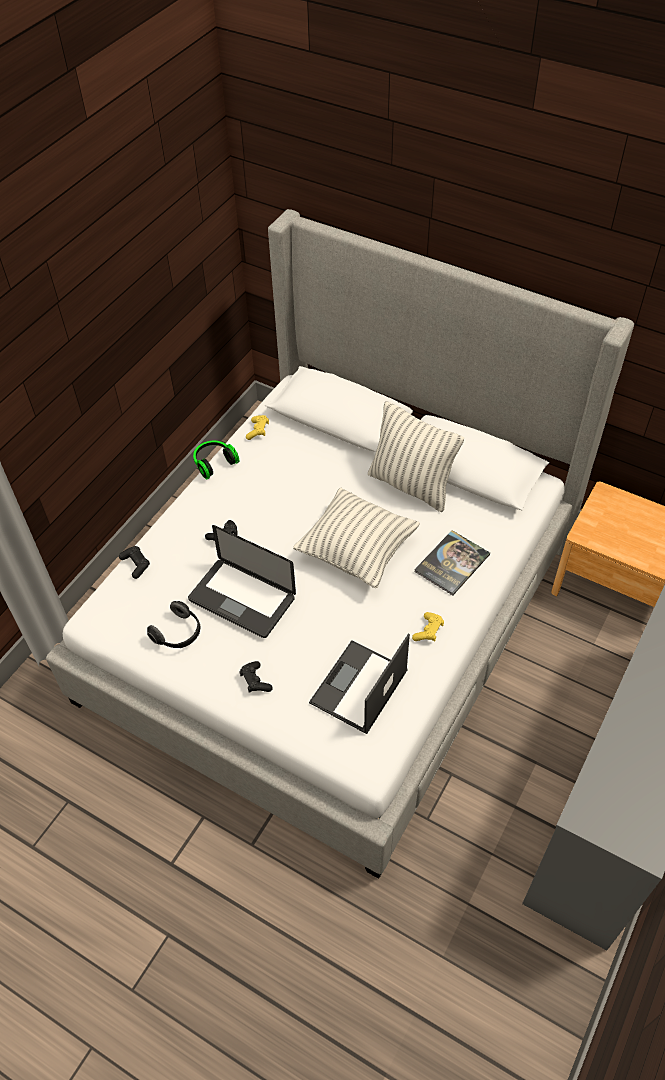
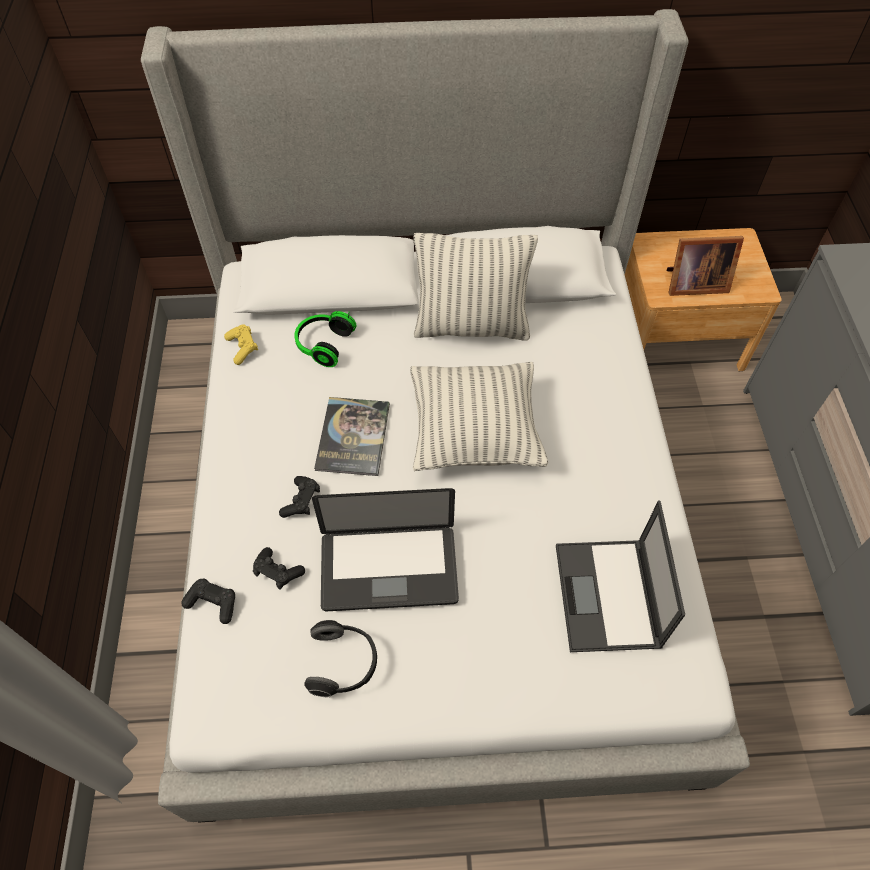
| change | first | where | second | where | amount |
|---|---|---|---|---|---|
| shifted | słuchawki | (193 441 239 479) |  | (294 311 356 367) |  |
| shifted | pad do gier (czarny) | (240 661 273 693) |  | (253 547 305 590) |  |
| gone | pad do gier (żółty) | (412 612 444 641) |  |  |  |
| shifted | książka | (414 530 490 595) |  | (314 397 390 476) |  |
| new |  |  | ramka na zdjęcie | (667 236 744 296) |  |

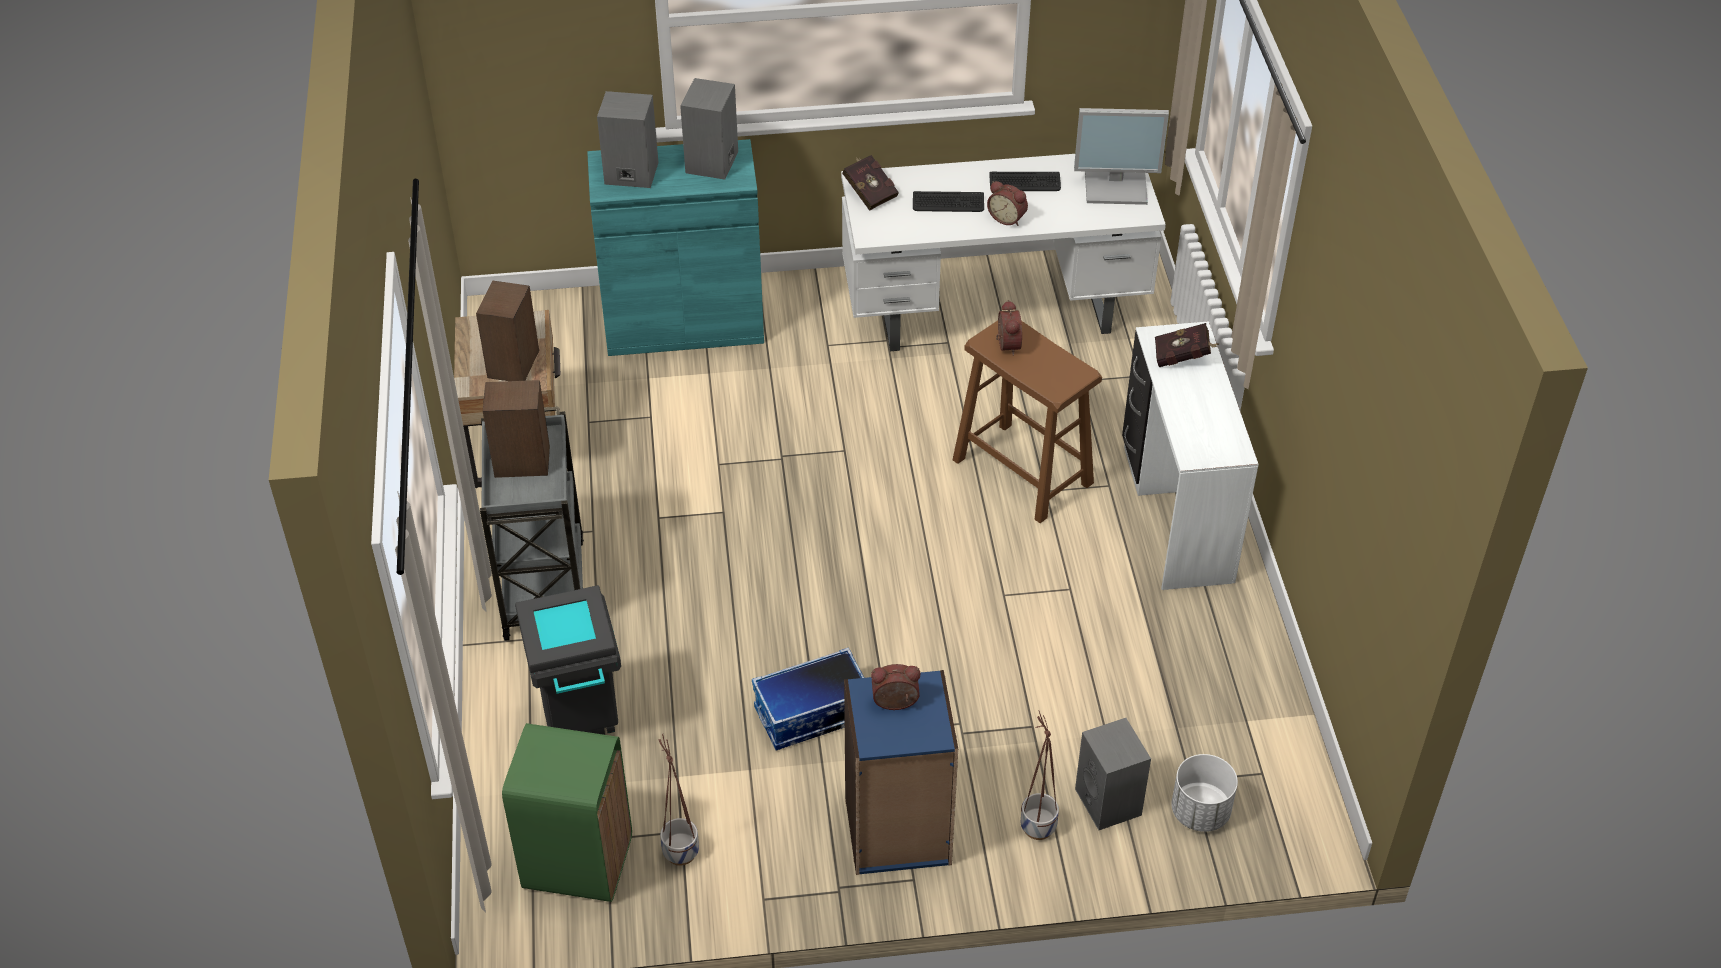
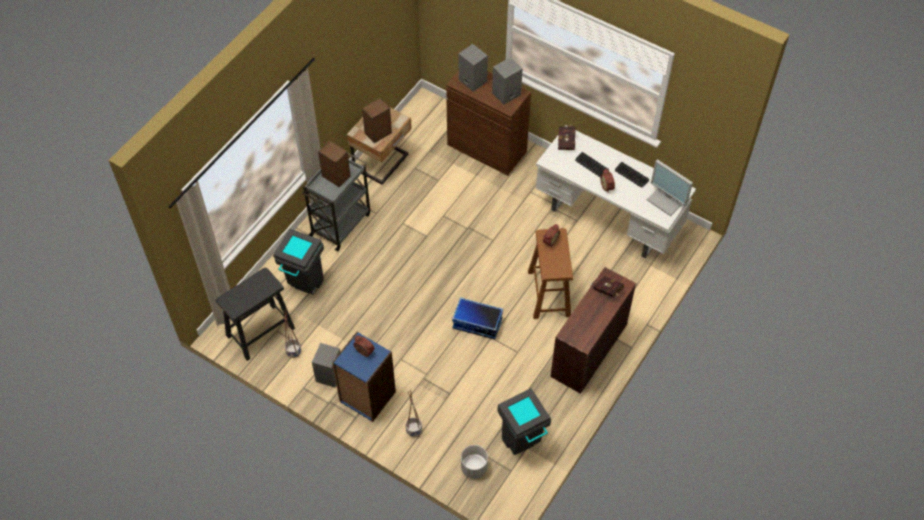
| change | first | where | second | where | amount |
|---|---|---|---|---|---|
| swapped | kosz na śmieci (zielony) | (502 723 632 902) | stołek (czarny) | (216 268 295 361) |  |
| repainted | szafka (turkusowy) | (587 139 764 356) | szafka (brązowy) | (446 71 531 176) |  |
| shifted | pojemnik do przechowywania | (752 647 864 751) |  | (452 297 503 340) |  |
| shifted | głośnik (szary) | (1075 718 1151 830) |  | (312 343 340 387) |  |
| repainted | biurko (biały) | (1122 321 1259 590) | biurko (brązowy) | (550 267 636 394) |  |
| new |  |  | kosz na śmieci (szary) | (497 388 551 455) |  |

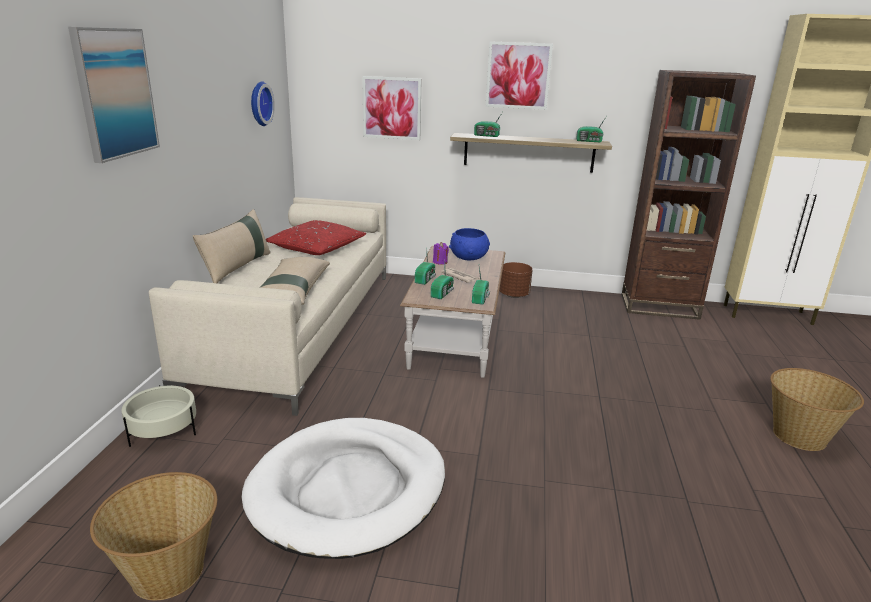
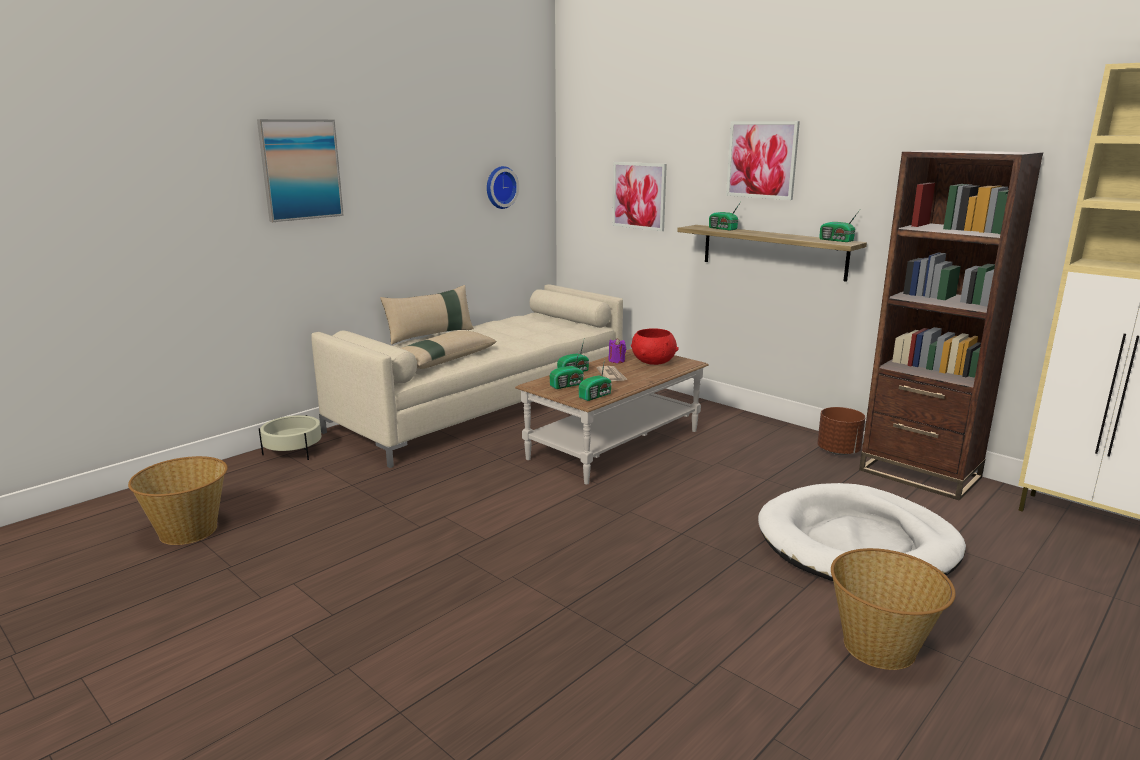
| change | first | where | second | where | amount |
|---|---|---|---|---|---|
| shifted | legowisko (biały) | (241 418 445 559) |  | (758 483 966 581) |  |
| gone | poduszka (czerwony) | (266 220 366 255) |  |  |  |
| repainted | miska (niebieski) | (449 228 490 260) | miska (czerwony) | (631 328 679 365) |  |
| shifted | donica (brązowy) | (499 262 533 298) |  | (817 407 866 455) |  |

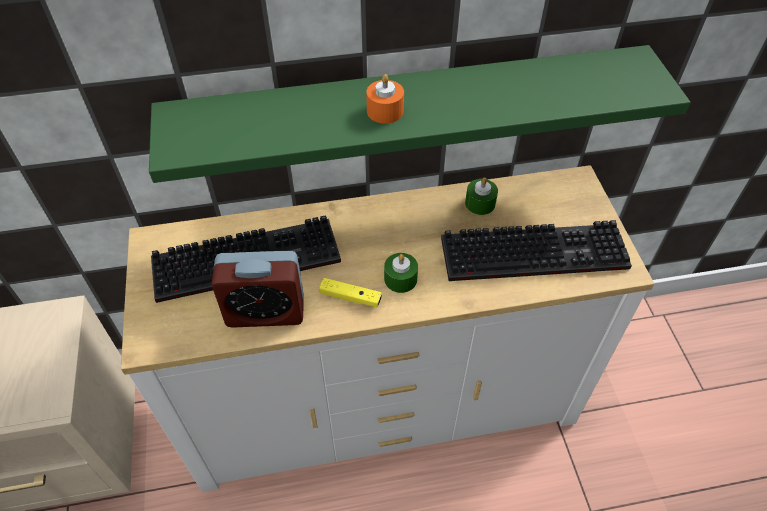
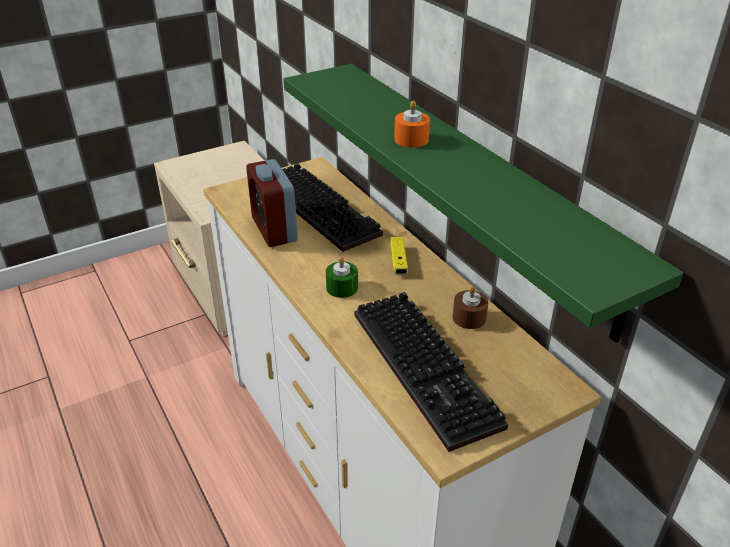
| change | first | where | second | where | amount |
|---|---|---|---|---|---|
| shifted | pad do gier (żółty) | (319 278 382 307) |  | (391 237 408 275) |  |
| repainted | świeca (zielony) | (465 177 498 215) | świeca (brązowy) | (452 286 488 329) |  |

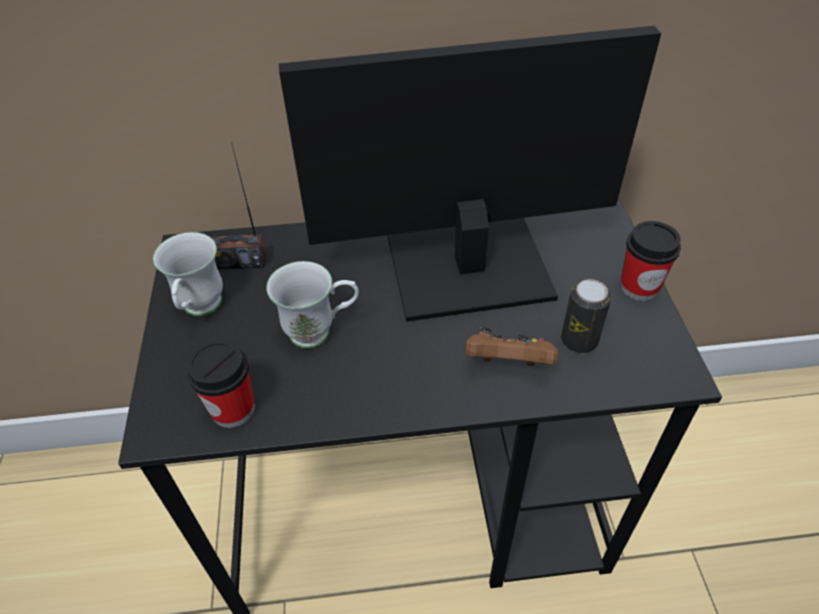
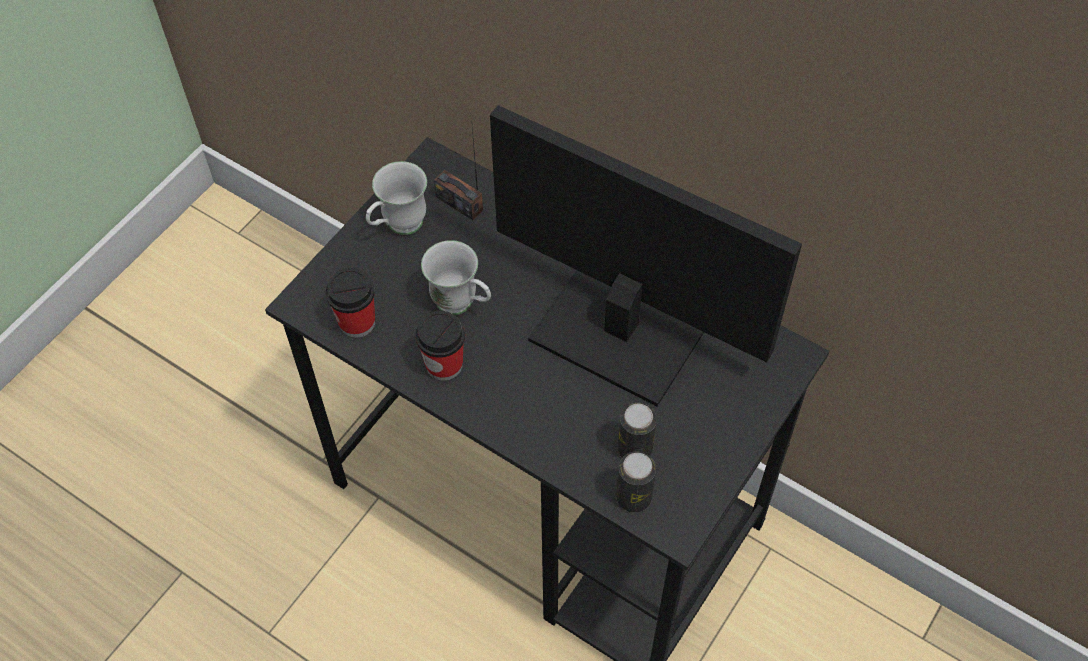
| change | first | where | second | where | amount |
|---|---|---|---|---|---|
| gone | pad do gier (brązowy) | (465 327 558 366) |  |  |  |
| shifted | filiżanka | (620 221 681 301) |  | (415 311 465 381) |  |
| new |  |  | puszka | (616 452 656 513) |  |

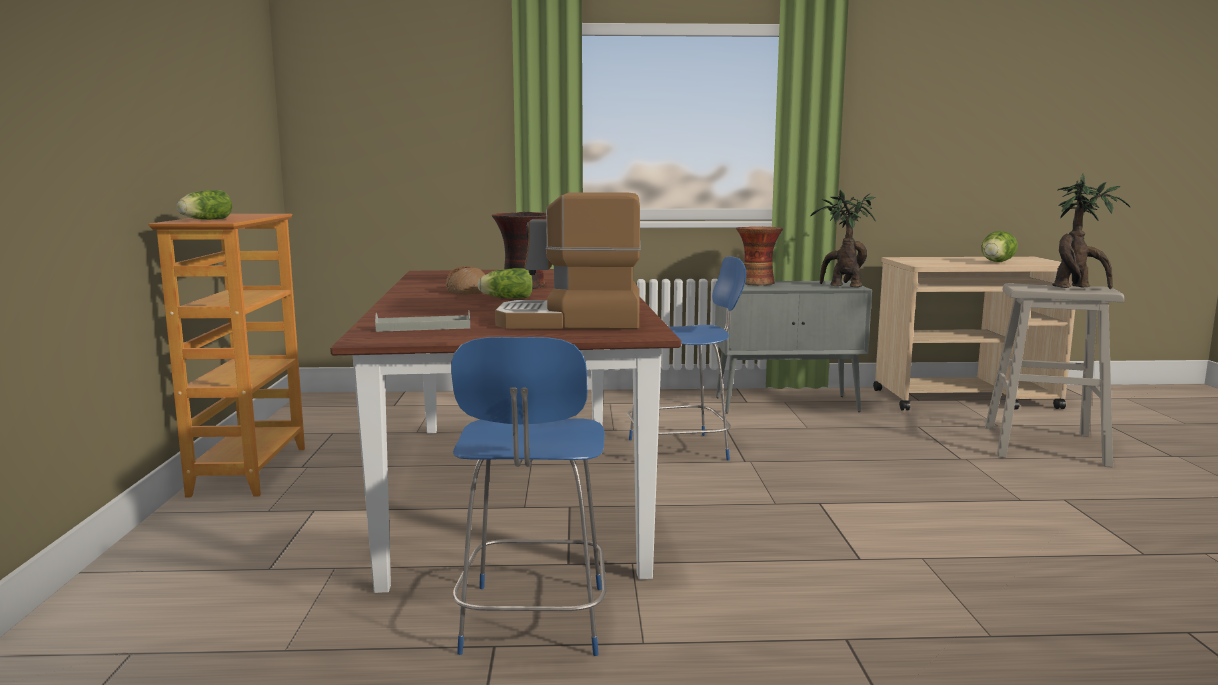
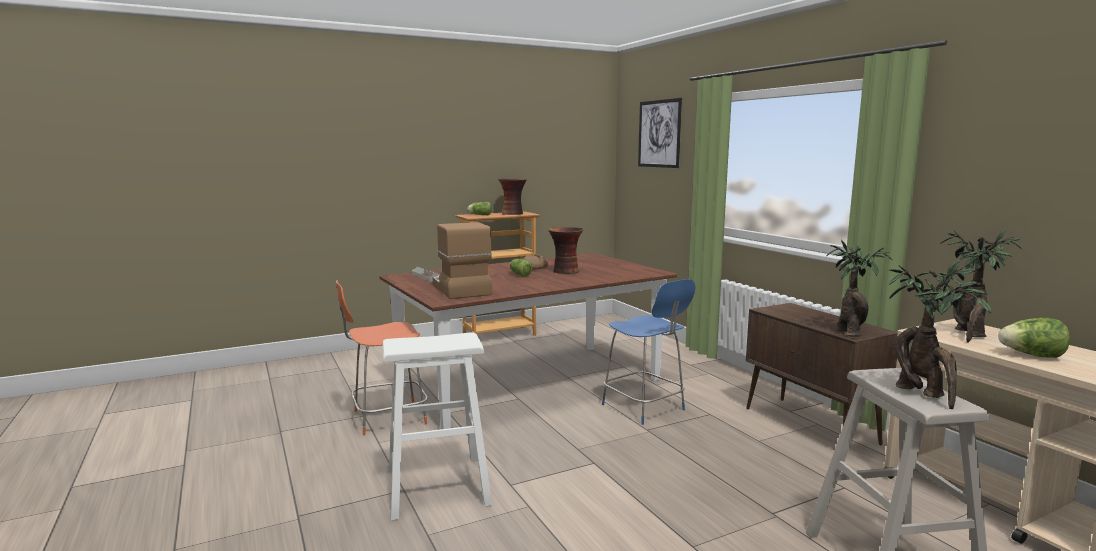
| change | first | where | second | where | amount |
|---|---|---|---|---|---|
| repainted | krzesło (niebieski) | (451 337 606 656) | krzesło (pomarańczowy) | (336 280 428 435) |  |
| repainted | szafka (szary) | (715 281 872 414) | szafka (brązowy) | (746 303 898 445) |  |
| shifted | wazon | (736 227 783 285) |  | (498 178 527 215) |  |
| new |  |  | stołek (biały) | (383 332 492 521) |  |
| new |  |  | obraz | (638 98 682 168) |  |
| new |  |  | roślina doniczkowa | (940 230 1022 343) |  |

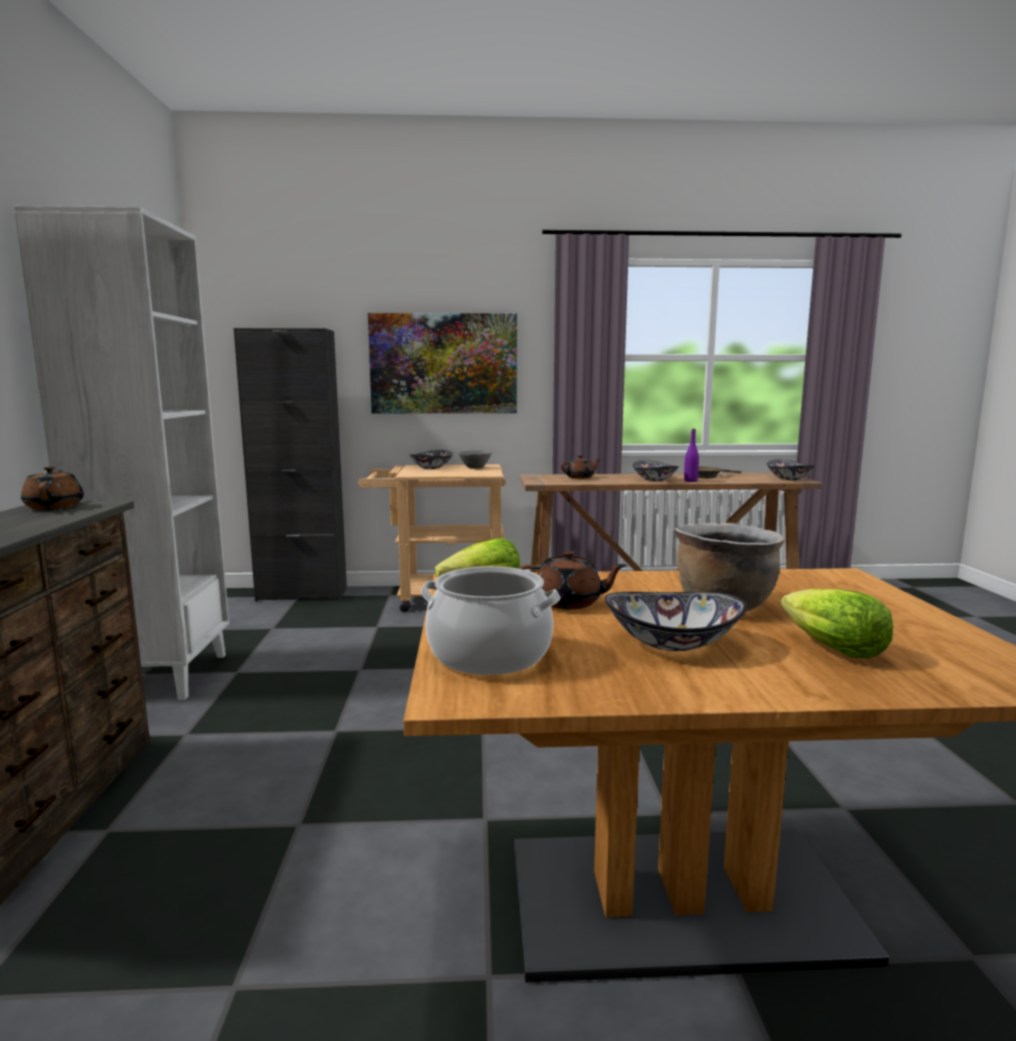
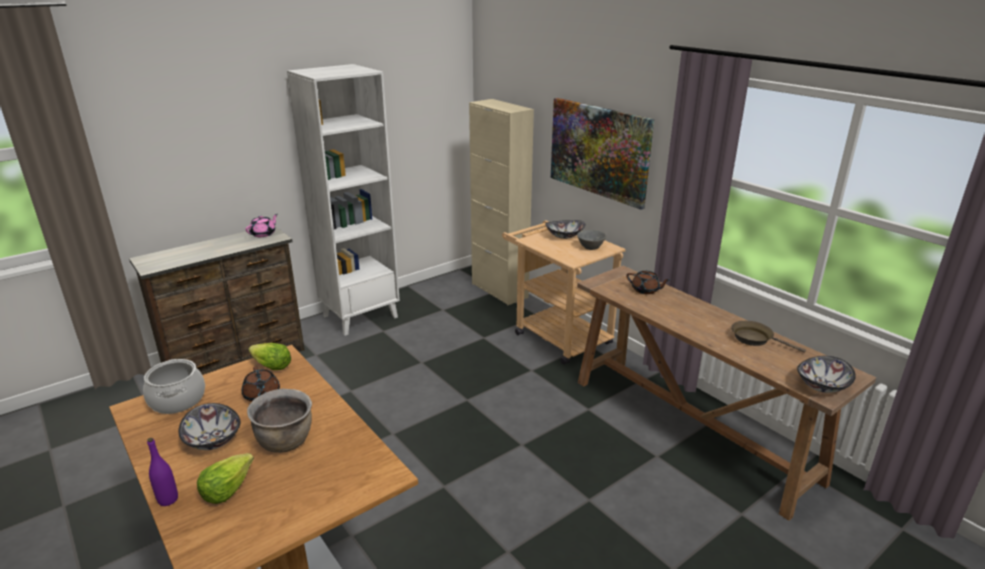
| change | first | where | second | where | amount |
|---|---|---|---|---|---|
| repainted | imbryk (brązowy) | (21 466 84 510) | imbryk (różowy) | (245 214 278 237) |  |
| repainted | szafka (czarny) | (234 328 347 601) | szafka (beżowy) | (469 99 534 305) |  |
| gone | miska | (633 460 678 481) |  |  |  |
| shifted | butelka (fioletowy) | (684 429 699 482) |  | (147 438 178 506) |  |

